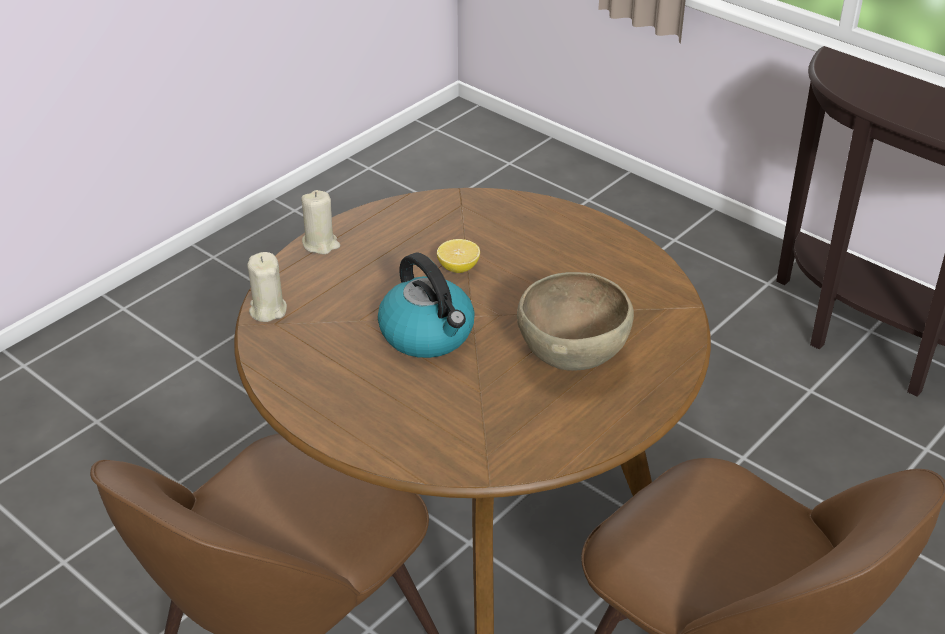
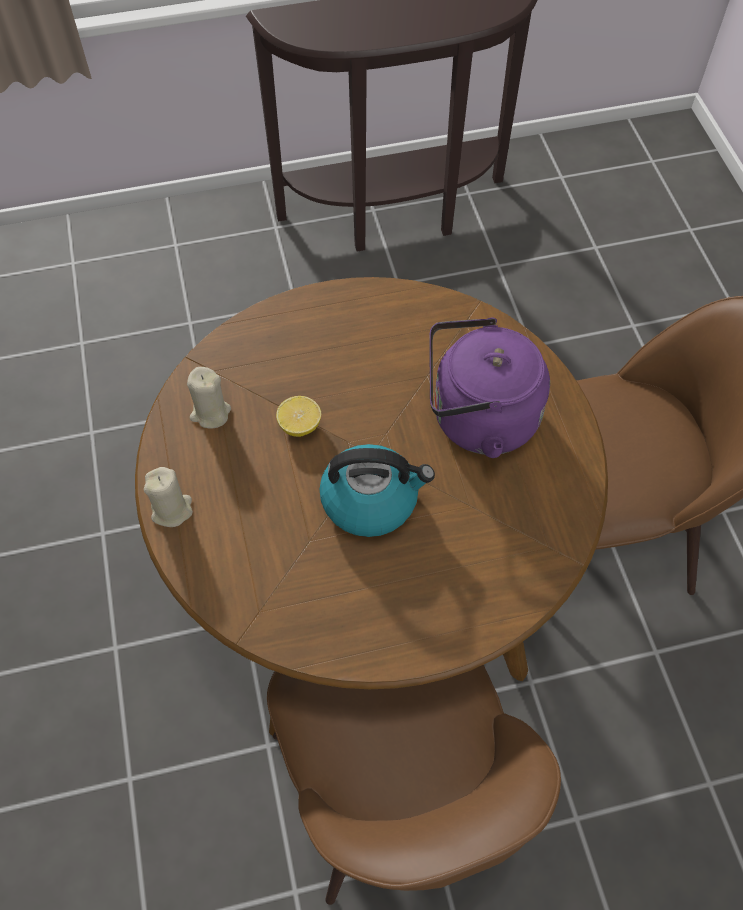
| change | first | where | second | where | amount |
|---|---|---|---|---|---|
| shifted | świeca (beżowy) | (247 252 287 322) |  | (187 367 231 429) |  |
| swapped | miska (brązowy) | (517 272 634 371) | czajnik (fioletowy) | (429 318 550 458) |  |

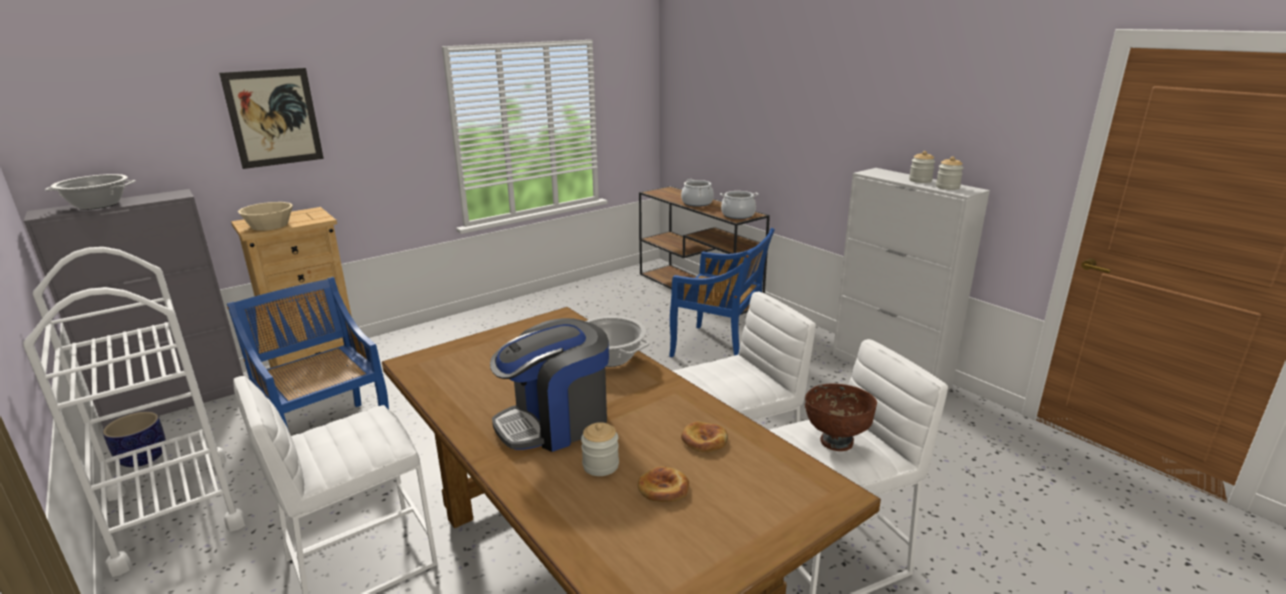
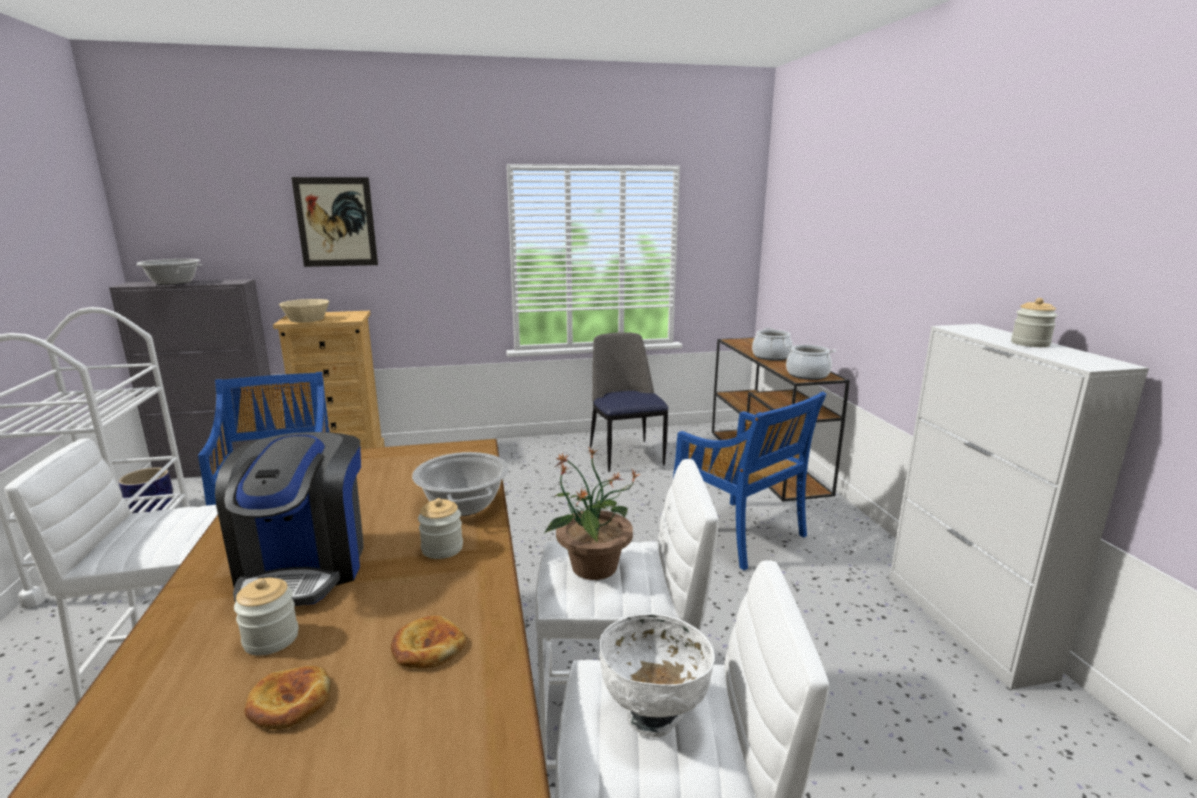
| change | first | where | second | where | amount |
|---|---|---|---|---|---|
| rotated | ekspres do kawy | (490 318 609 452) |  | (215 432 363 606) | 90 degrees counterclockwise |
| repainted | miska (brązowy) | (805 383 877 451) | miska (biały) | (599 613 715 737) |  |
| shifted | słoik | (936 157 964 190) |  | (418 498 463 559) |  |
| new |  |  | roślina doniczkowa | (544 447 640 580) |  |
| new |  |  | krzesło | (590 332 669 472) |  |

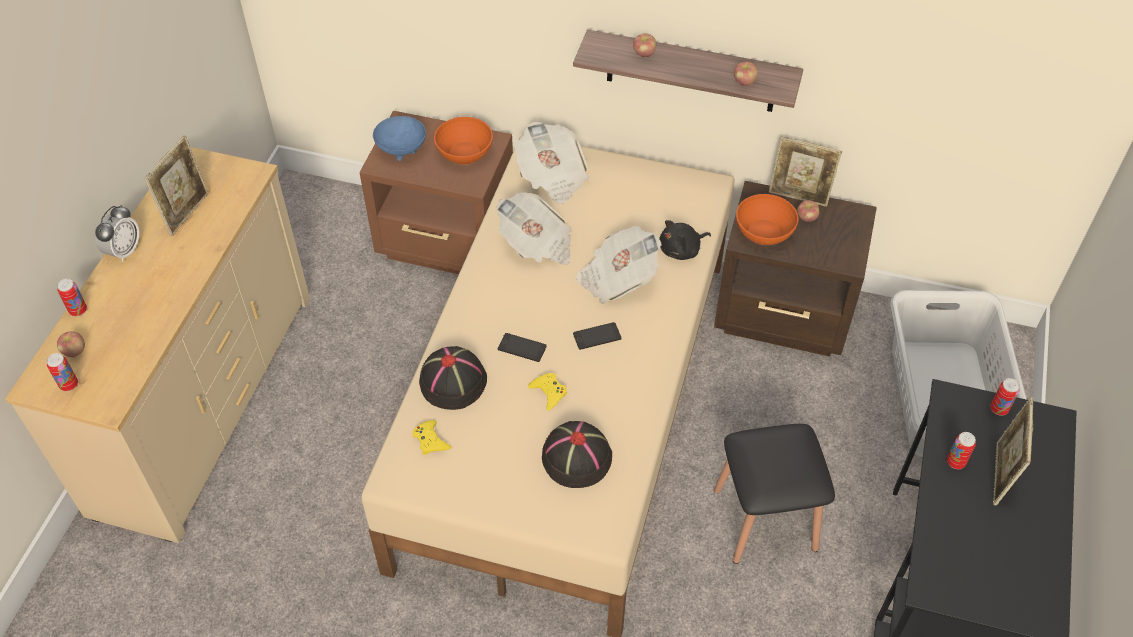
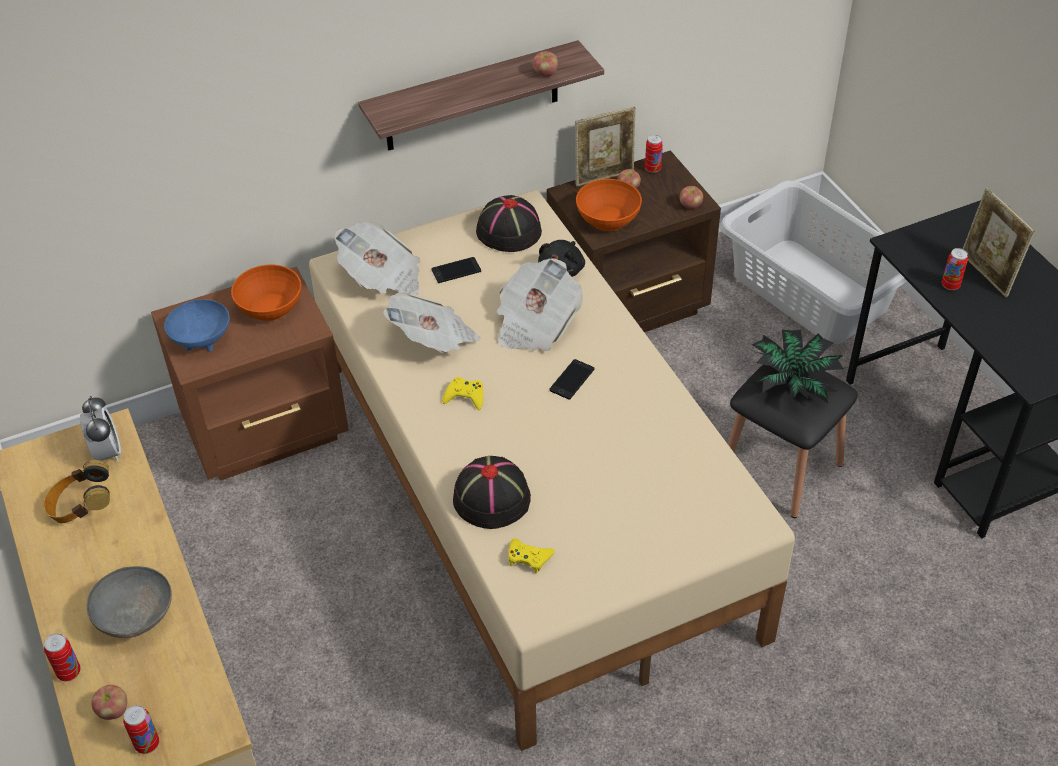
| change | first | where | second | where | amount |
|---|---|---|---|---|---|
| shifted | budzik | (95 205 139 262) |  | (80 396 121 462) |  |
| swapped | ramka na zdjęcie | (144 135 208 236) | słuchawki | (43 460 110 523) |  |
| shifted | telefon | (498 333 547 362) |  | (431 257 481 283) |  |
| shifted | pad do gier (żółty) | (528 373 567 411) |  | (442 377 483 410) |  |
| shifted | kapelusz (czarny) | (542 421 612 488) |  | (476 195 542 252) |  |
| shifted | jabłko | (633 34 656 57) |  | (679 186 703 209) |  |
| shifted | puszka | (990 378 1020 416) |  | (645 135 663 173) |  |
| new |  |  | miska (szary) | (87 566 172 638) |  |
| new |  |  | roślina doniczkowa | (752 330 843 403) |  |

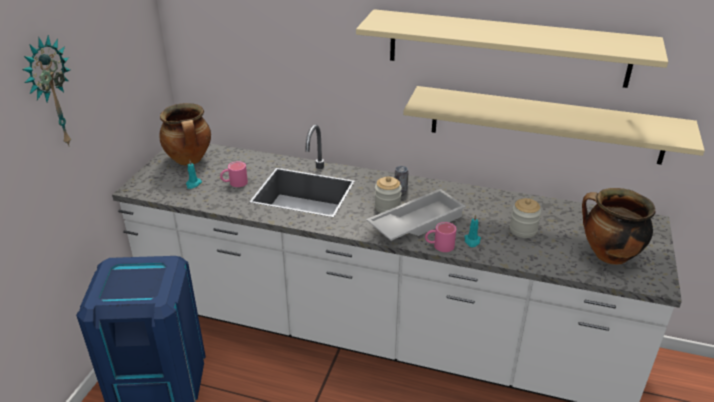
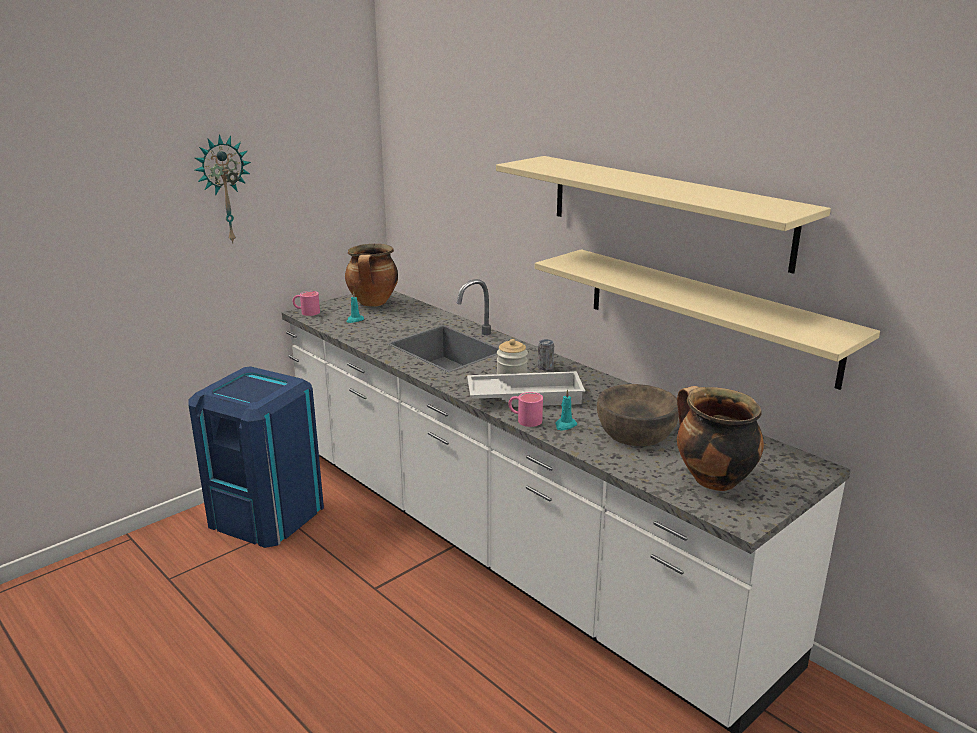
| change | first | where | second | where | amount |
|---|---|---|---|---|---|
| shifted | kubek (różowy) | (220 161 248 187) |  | (293 291 320 316) |  |
| swapped | słoik | (510 198 541 238) | miska (brązowy) | (597 384 679 446) |  |

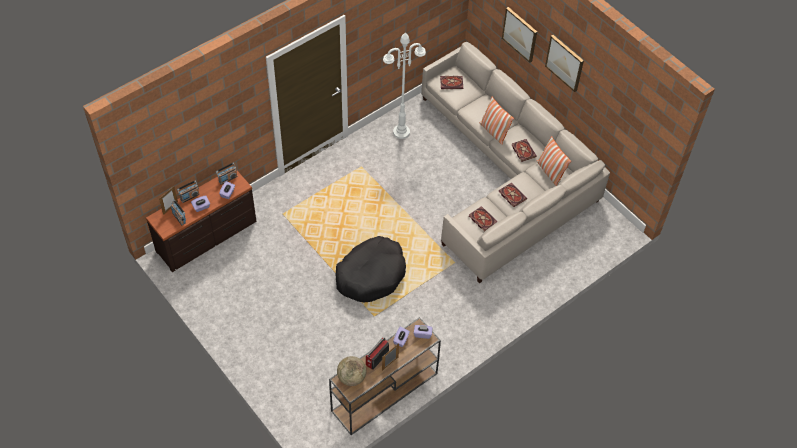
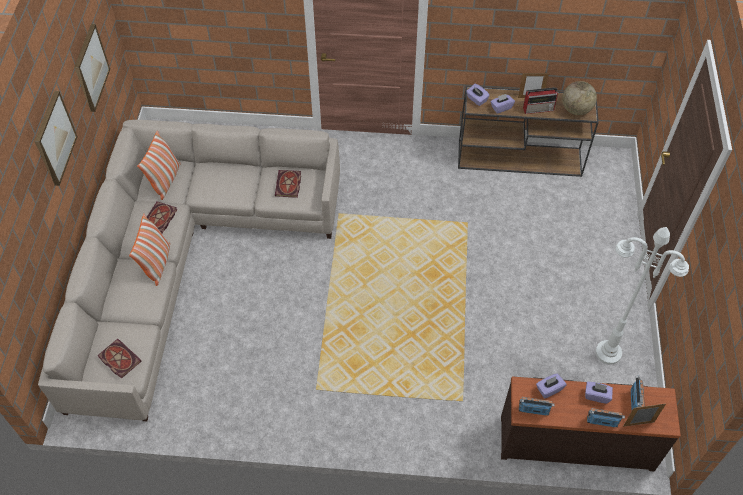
| change | first | where | second | where | amount |
|---|---|---|---|---|---|
| gone | legowisko (czarny) | (335 236 406 302) |  |  |  |
| shifted | lampa stojąca (biały) | (383 33 426 139) |  | (596 227 689 365) |  |
| gone | książka | (499 183 527 207) |  |  |  |
| shifted | obraz | (502 7 537 63) |  | (74 24 110 112) |  |

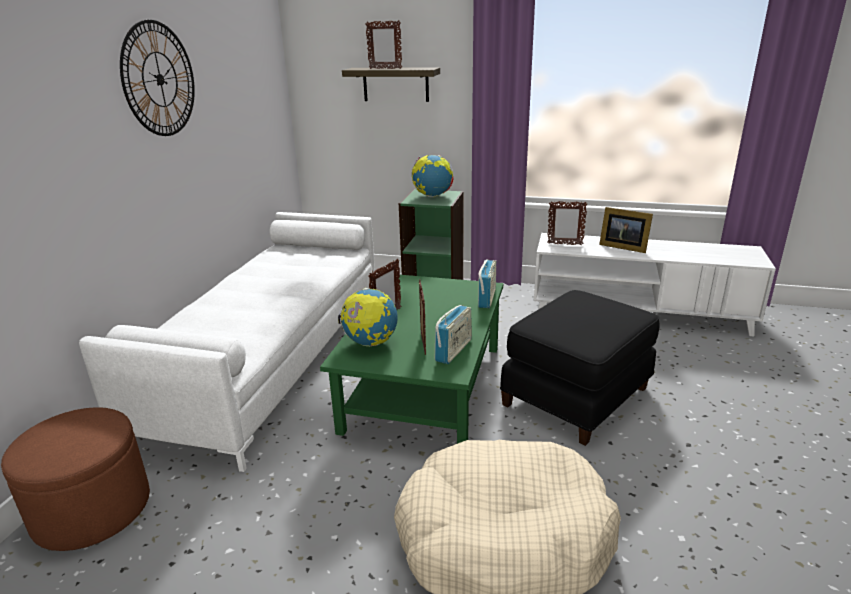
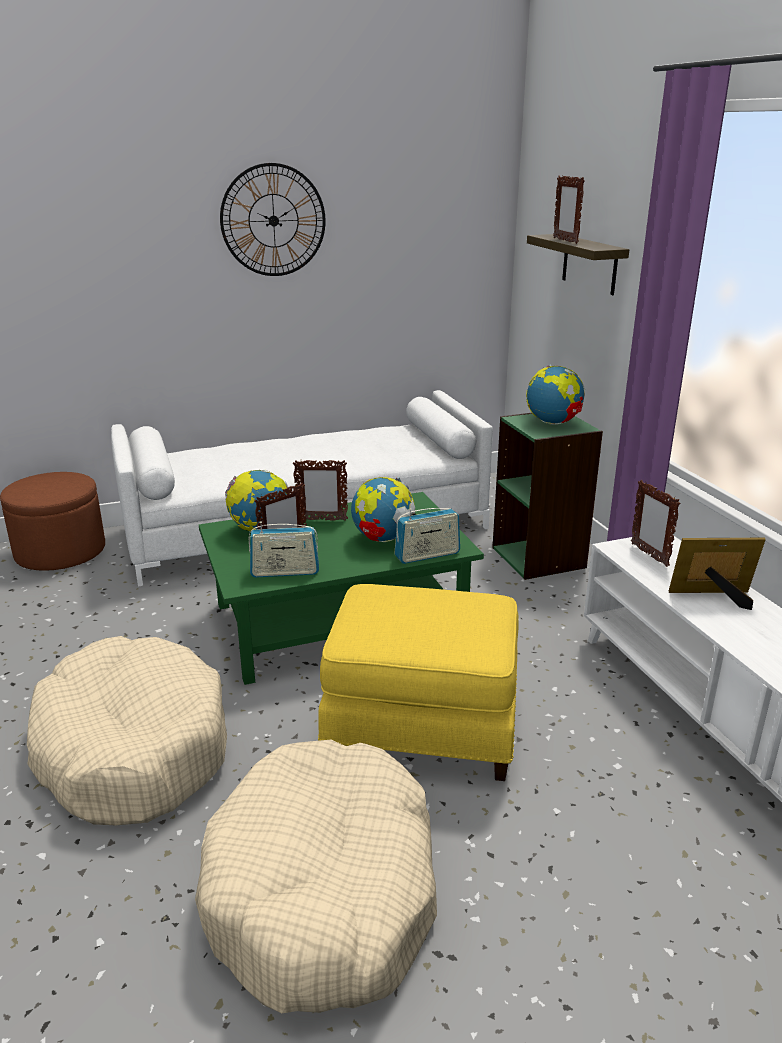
| change | first | where | second | where | amount |
|---|---|---|---|---|---|
| repainted | pufa (czarny) | (500 290 660 446) | pufa (żółty) | (318 584 519 781) |  |
| rotated | ramka na zdjęcie | (599 207 653 253) |  | (669 538 766 610) | 90 degrees clockwise |
| new |  |  | legowisko (beżowy) | (195 739 437 1013) |  |
| new |  |  | globus | (351 476 416 542) |  |

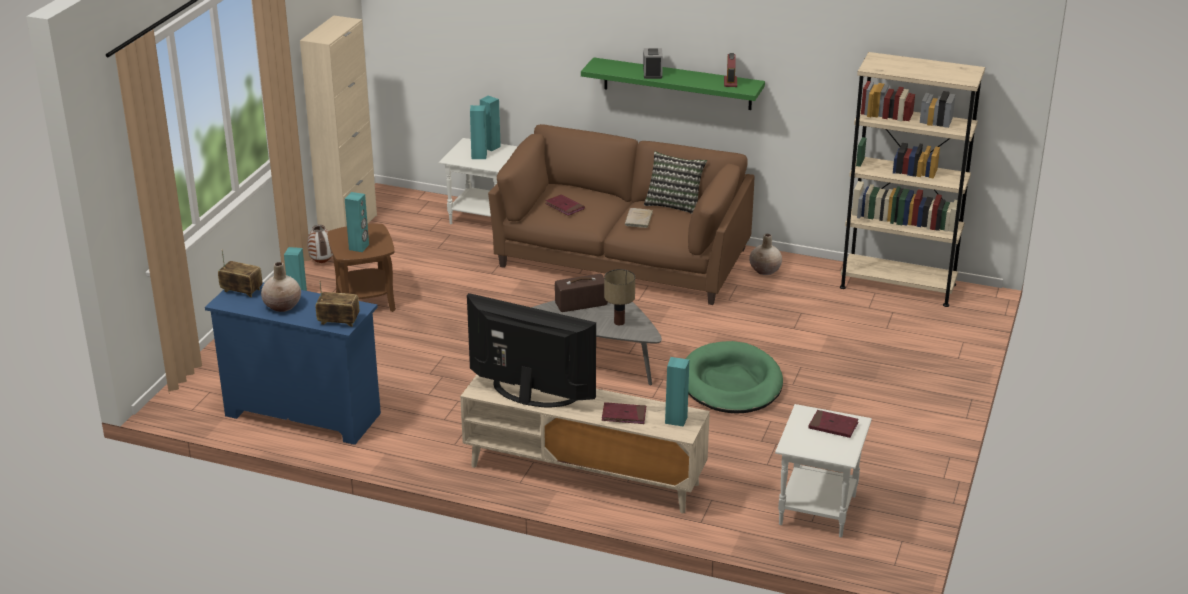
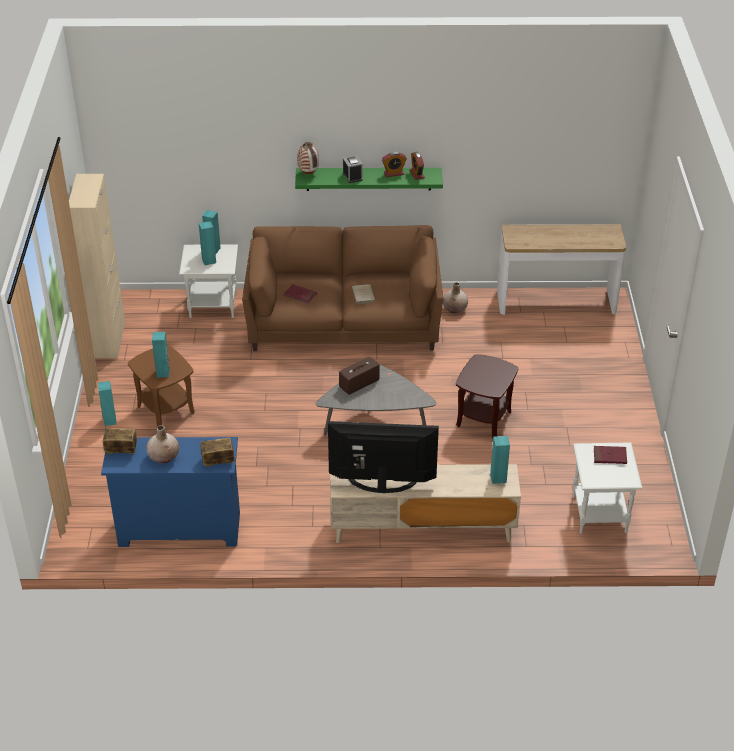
| change | first | where | second | where | amount |
|---|---|---|---|---|---|
| shifted | wazon | (307 225 333 263) |  | (297 142 319 174) |  |
| gone | książka (czerwony) | (602 402 646 424) |  |  |  |
| gone | lampa stołowa | (604 269 635 325) |  |  |  |
| gone | poduszka | (644 151 707 214) |  |  |  |
| swapped | legowisko (zielony) | (686 341 783 413) | stolik (brązowy) | (456 355 518 438) |  |
| swapped | regał (beżowy) | (840 52 985 307) | stolik konsolowy | (497 224 626 315) |  |
| new |  |  | budzik | (382 152 407 177) |  |

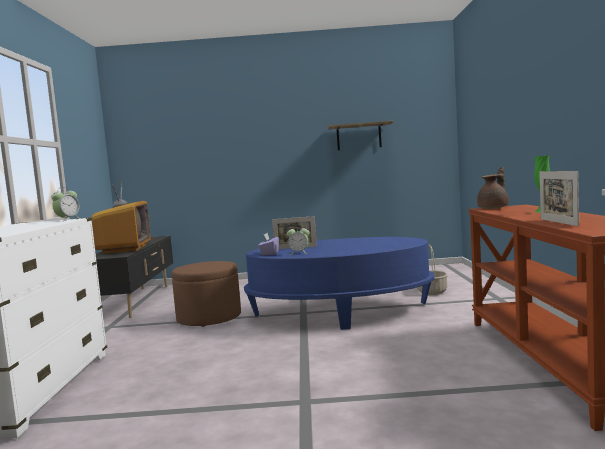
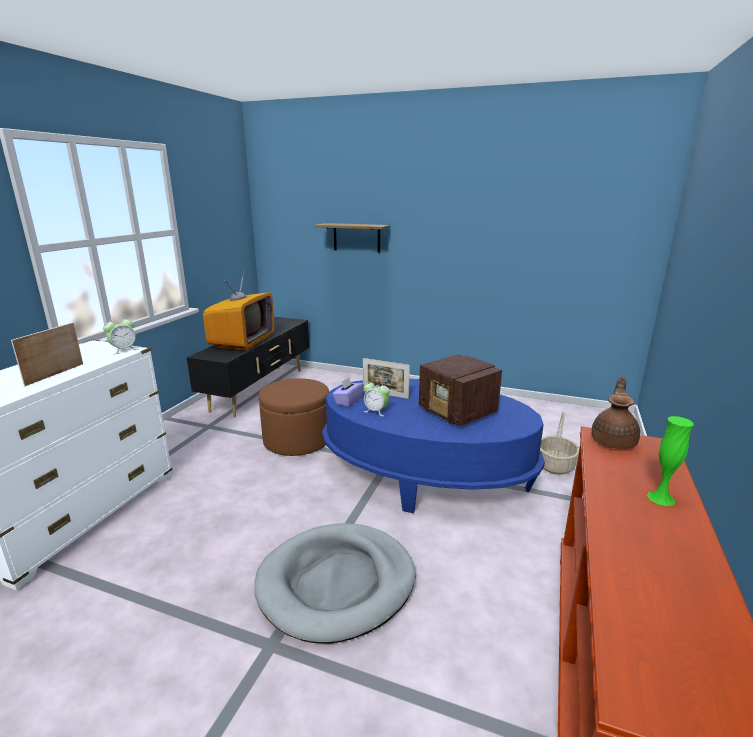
| change | first | where | second | where | amount |
|---|---|---|---|---|---|
| shifted | półka | (328 121 393 150) |  | (315 223 390 253) |  |
| rotated | imbryk (brązowy) | (477 167 509 209) |  | (592 376 640 449) | 45 degrees counterclockwise |
| shifted | ramka na zdjęcie | (539 171 579 226) |  | (11 322 83 386) |  |
| new |  |  | legowisko (szary) | (254 523 415 644) |  |
| new |  |  | radio | (419 354 502 426) |  |

